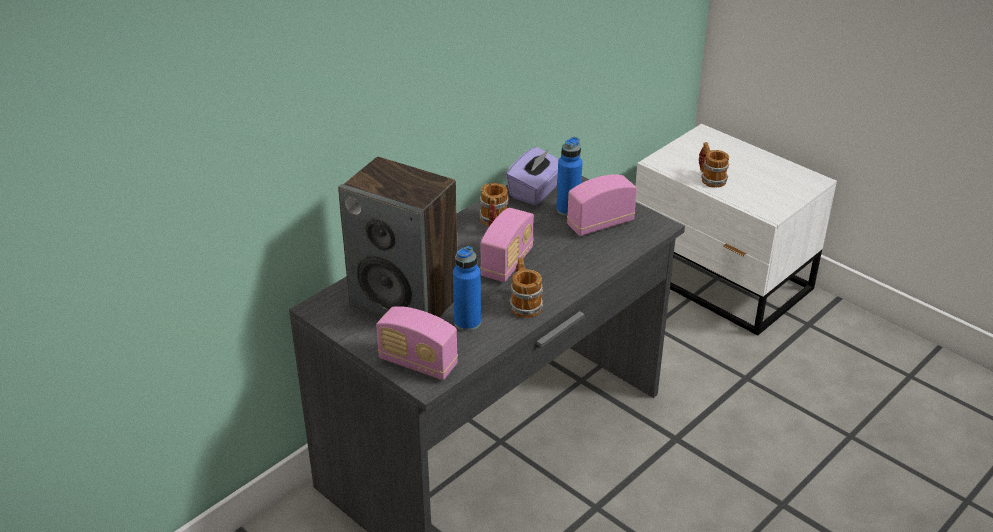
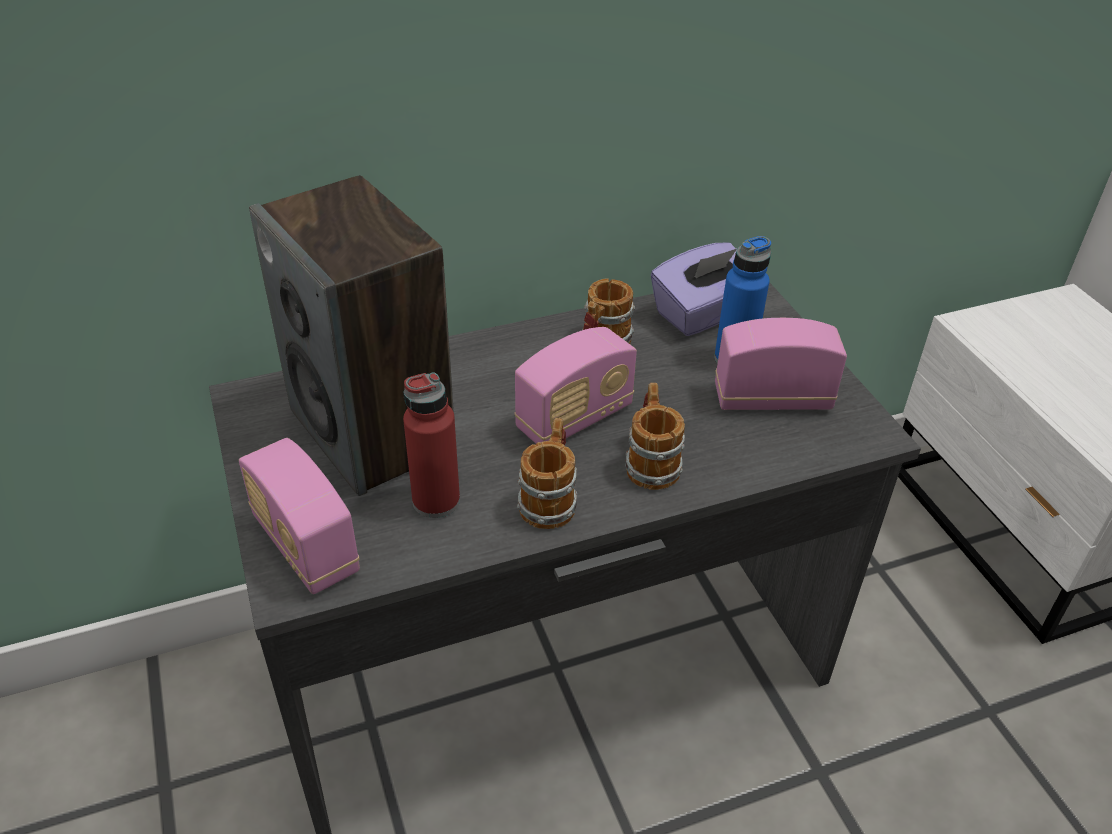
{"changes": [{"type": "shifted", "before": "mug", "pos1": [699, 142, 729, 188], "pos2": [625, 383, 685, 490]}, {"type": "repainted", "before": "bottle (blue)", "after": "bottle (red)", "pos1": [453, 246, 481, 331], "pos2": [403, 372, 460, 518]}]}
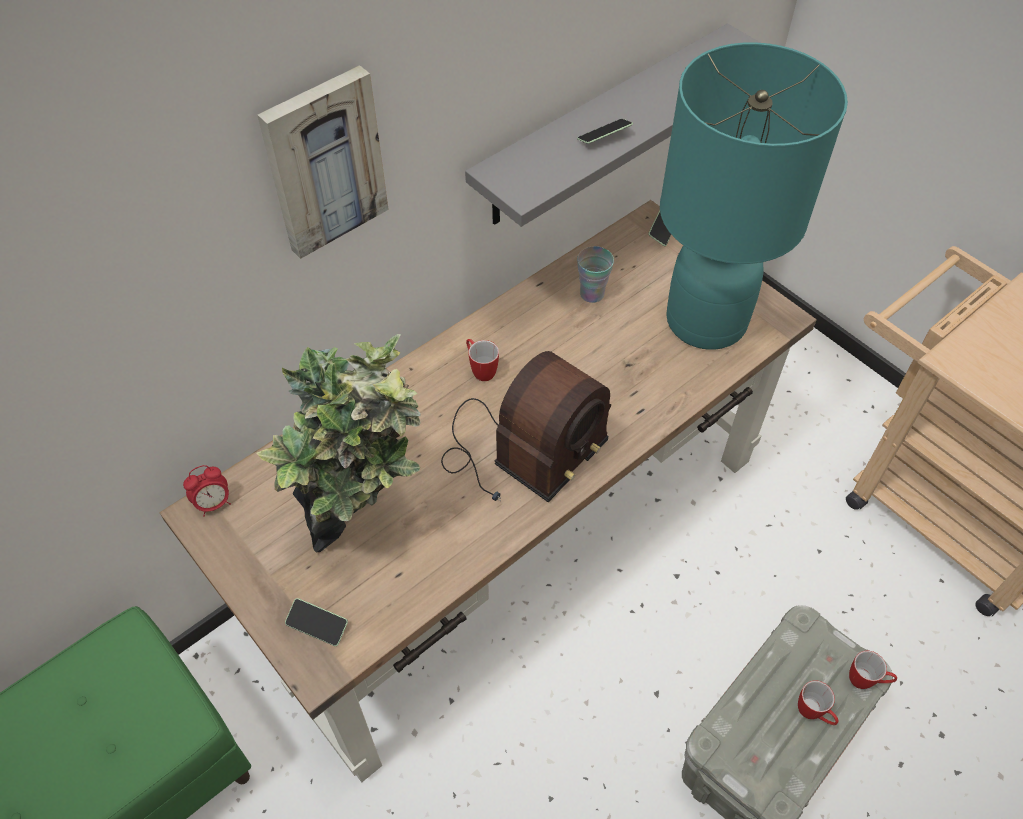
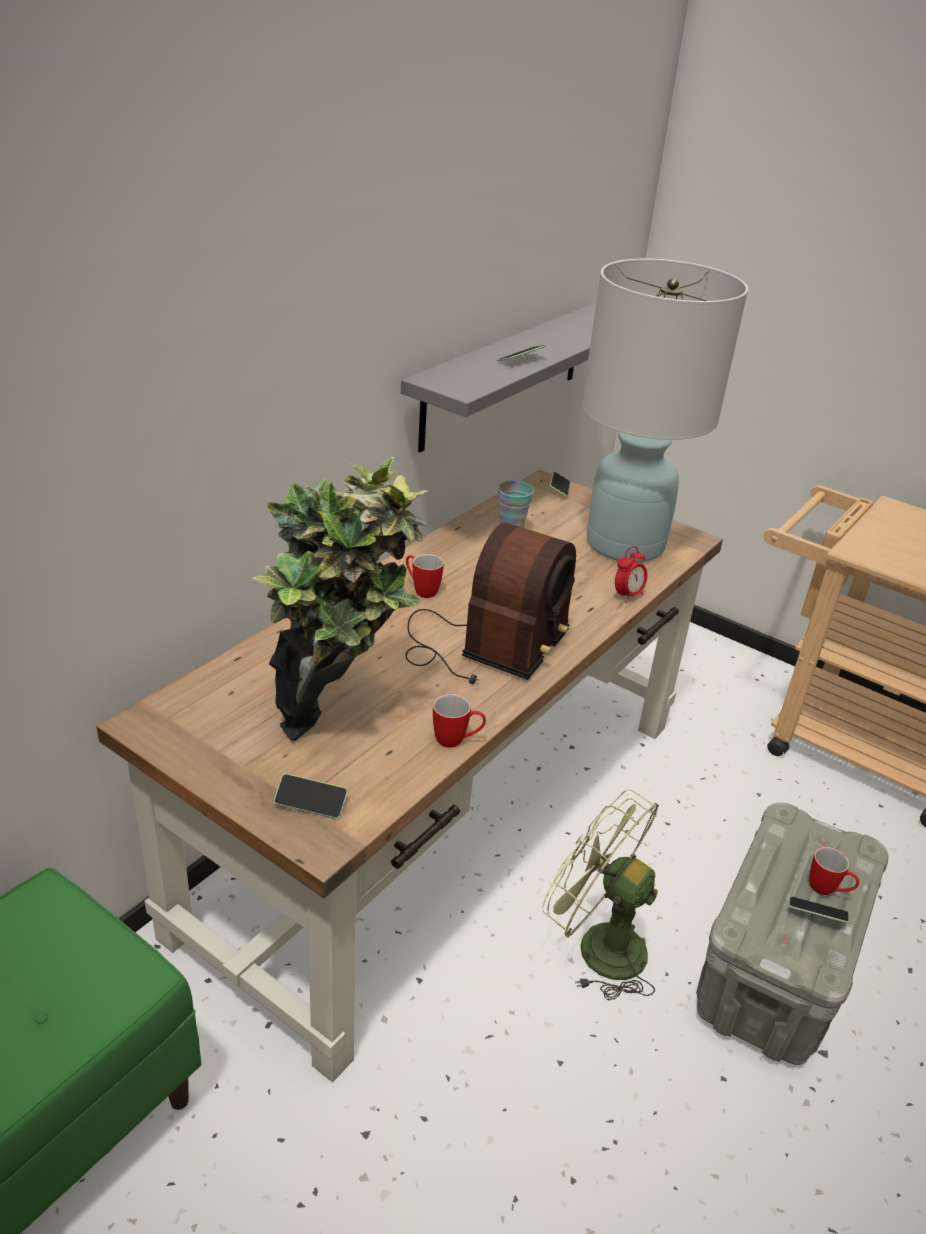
{"changes": [{"type": "gone", "before": "picture", "pos1": [257, 65, 389, 259]}, {"type": "new", "after": "fan (green)", "pos2": [542, 789, 659, 1000]}, {"type": "new", "after": "phone", "pos2": [788, 896, 849, 923]}, {"type": "shifted", "before": "alarm clock", "pos1": [183, 465, 231, 517], "pos2": [615, 546, 647, 603]}, {"type": "shifted", "before": "mug", "pos1": [849, 651, 897, 689], "pos2": [433, 694, 486, 748]}, {"type": "repainted", "before": "table lamp (turquoise)", "after": "table lamp (white)", "pos1": [660, 42, 848, 350], "pos2": [582, 259, 748, 563]}]}
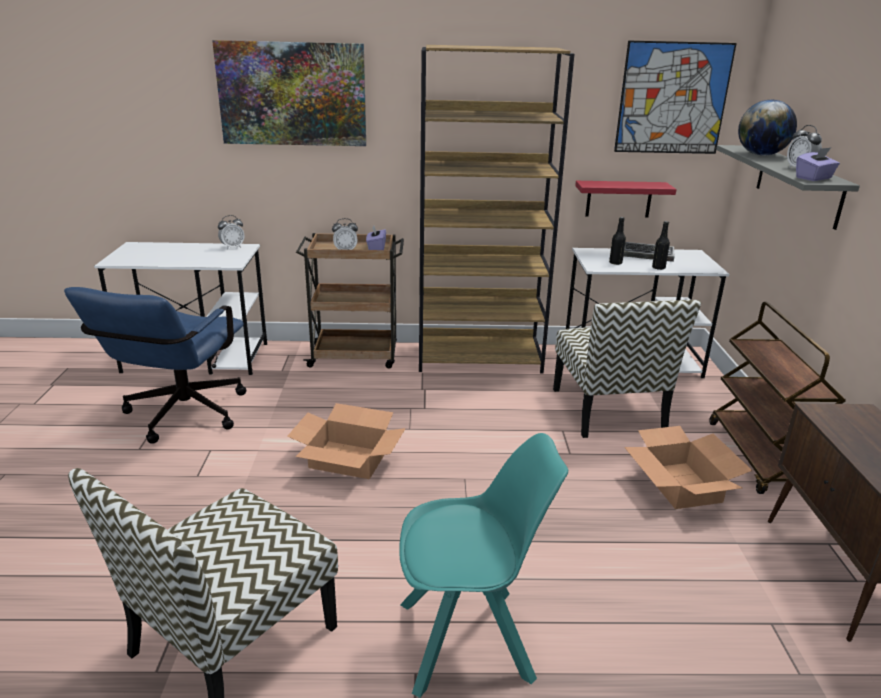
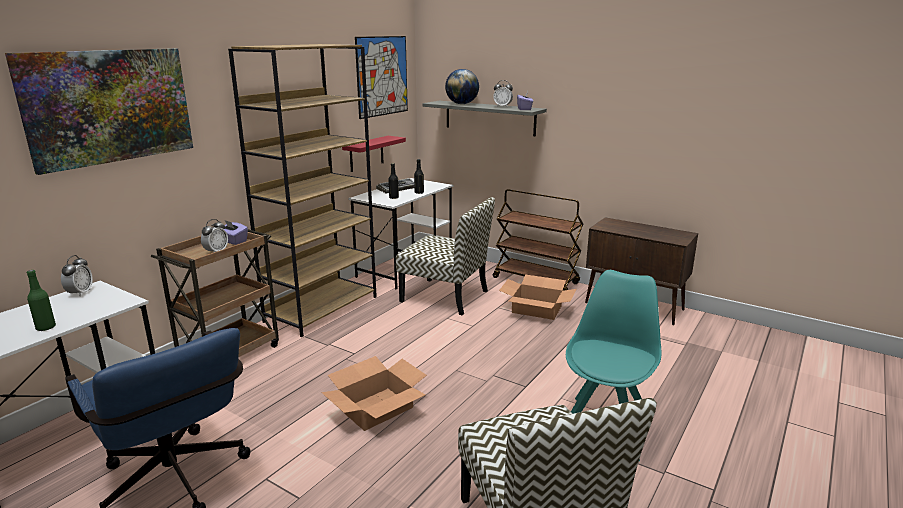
{"changes": [{"type": "new", "after": "bottle (green)", "pos2": [27, 270, 56, 331]}]}
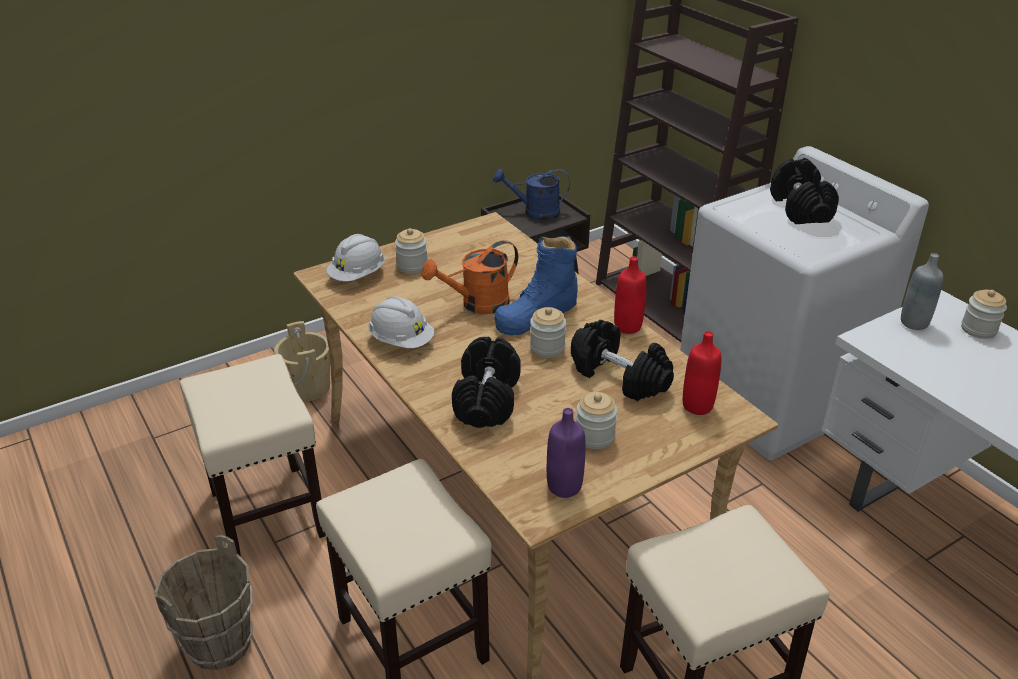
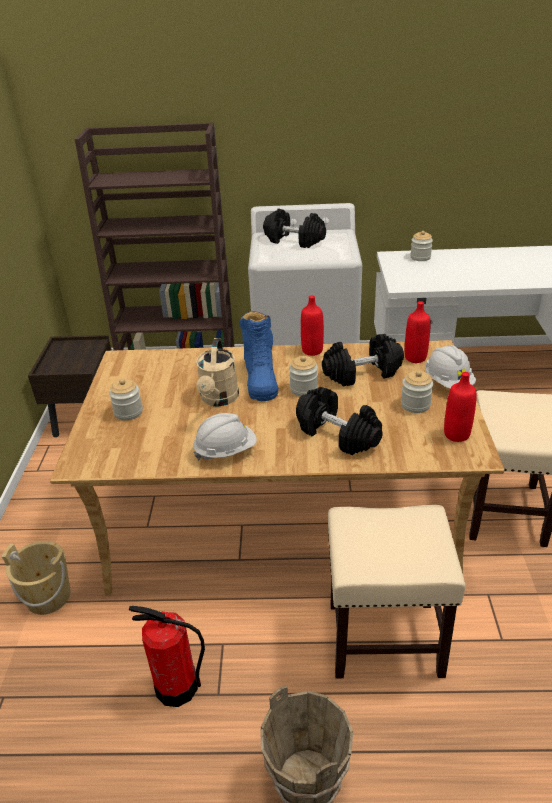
{"changes": [{"type": "gone", "before": "watering can (blue)", "pos1": [493, 169, 570, 221]}, {"type": "gone", "before": "bottle (grey)", "pos1": [901, 253, 943, 330]}, {"type": "shifted", "before": "hard hat (white)", "pos1": [326, 234, 385, 282], "pos2": [425, 345, 476, 388]}, {"type": "swapped", "before": "stool (beige)", "after": "fire extinguisher", "pos1": [179, 354, 325, 556], "pos2": [129, 606, 205, 707]}, {"type": "repainted", "before": "watering can (orange)", "after": "watering can (beige)", "pos1": [421, 240, 518, 314], "pos2": [196, 338, 239, 406]}, {"type": "repainted", "before": "bottle (purple)", "after": "bottle (red)", "pos1": [547, 408, 586, 498], "pos2": [444, 372, 477, 442]}]}
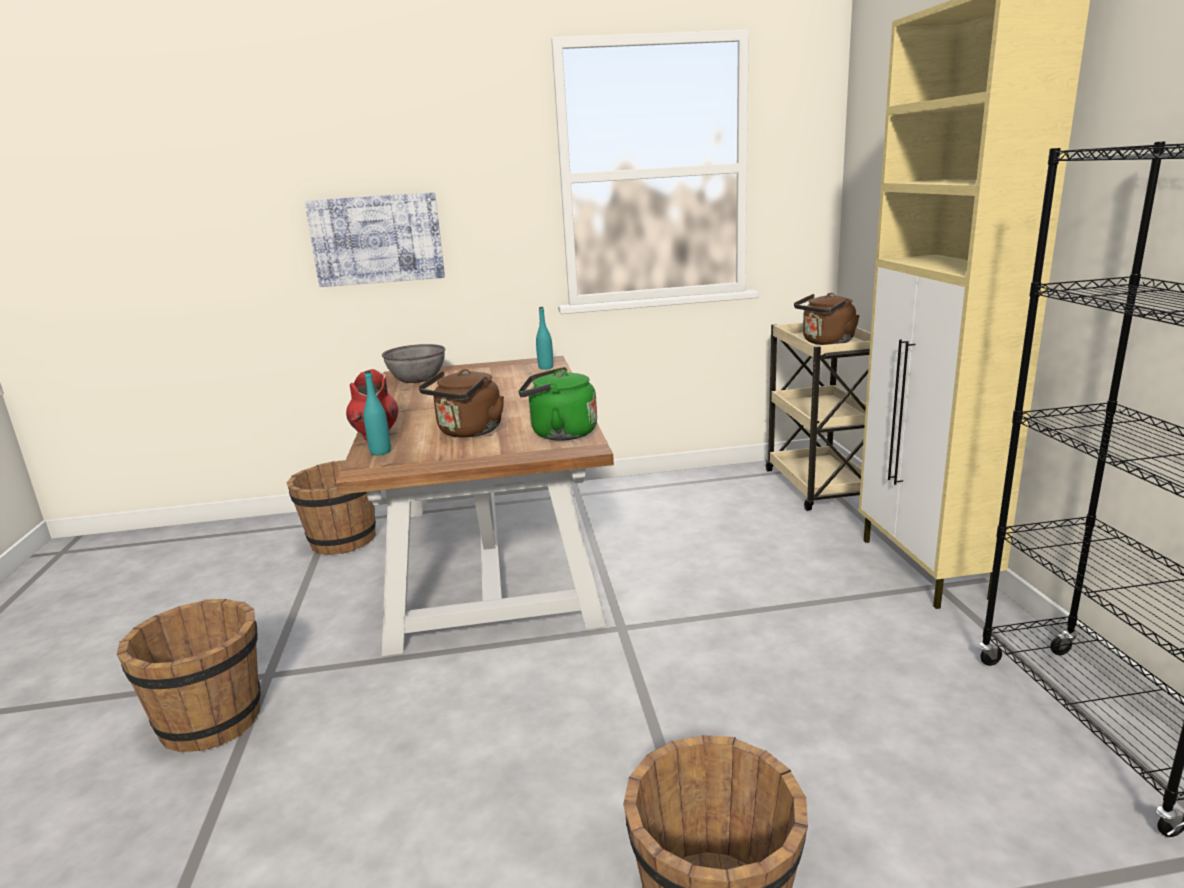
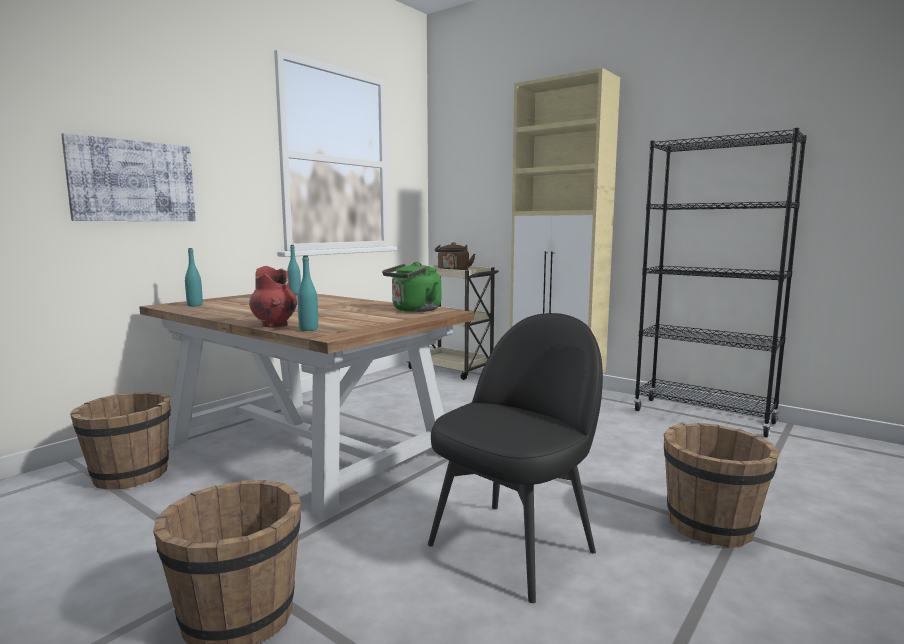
{"changes": [{"type": "gone", "before": "kettle (brown)", "pos1": [419, 369, 504, 438]}, {"type": "new", "after": "chair (black)", "pos2": [428, 313, 603, 603]}, {"type": "swapped", "before": "bowl (grey)", "after": "bottle (turquoise)", "pos1": [382, 344, 445, 383], "pos2": [185, 248, 203, 306]}]}
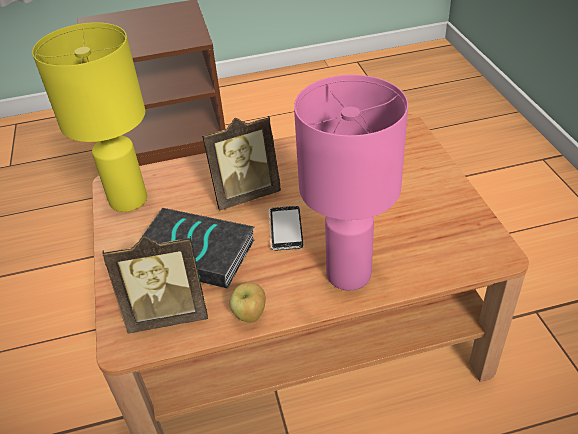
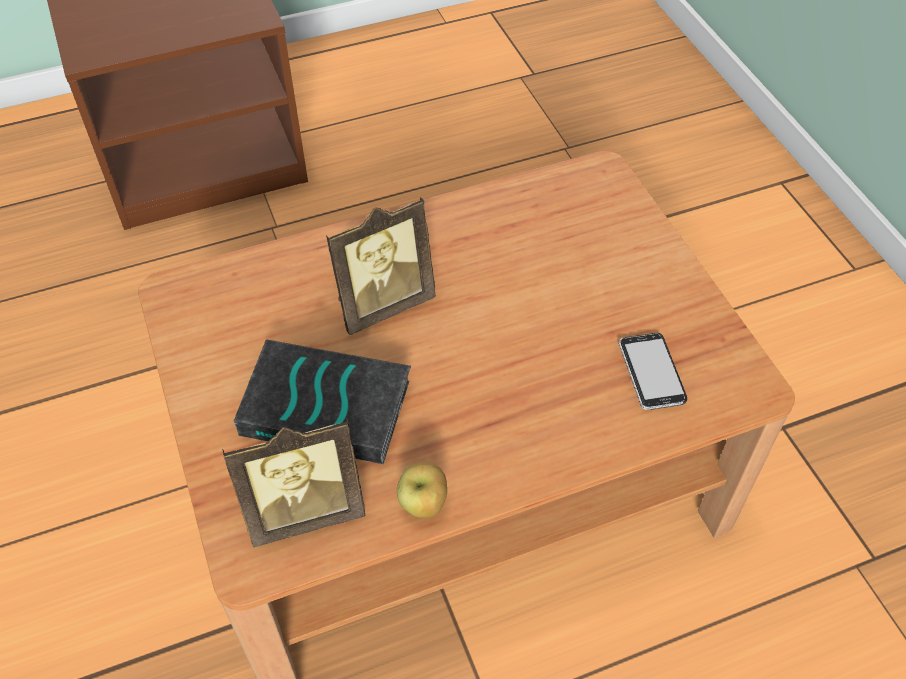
{"changes": [{"type": "gone", "before": "table lamp (yellow)", "pos1": [32, 22, 147, 212]}, {"type": "gone", "before": "table lamp (pink)", "pos1": [294, 75, 408, 290]}, {"type": "shifted", "before": "phone", "pos1": [269, 206, 303, 250], "pos2": [619, 333, 687, 410]}]}
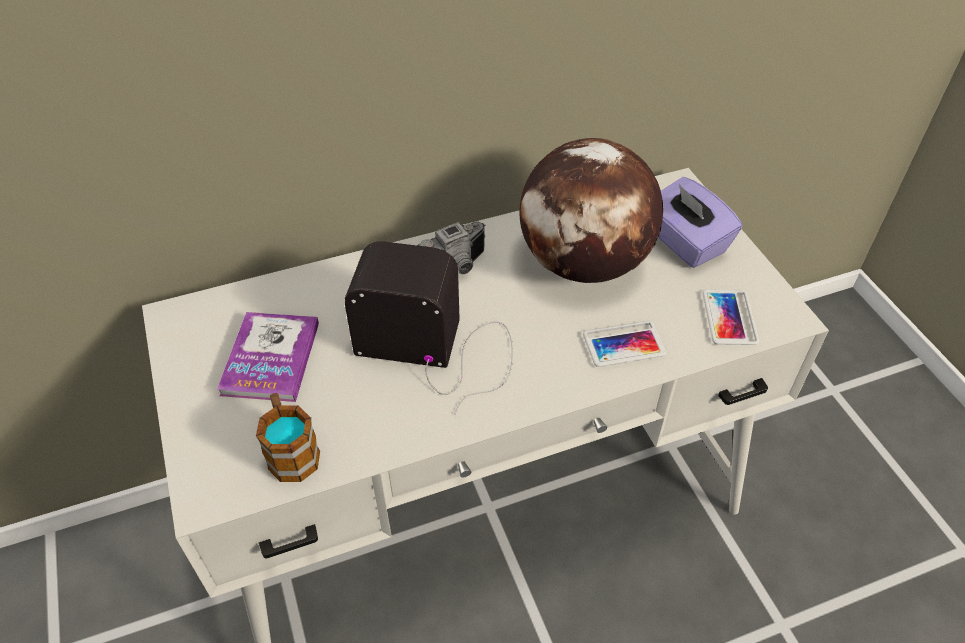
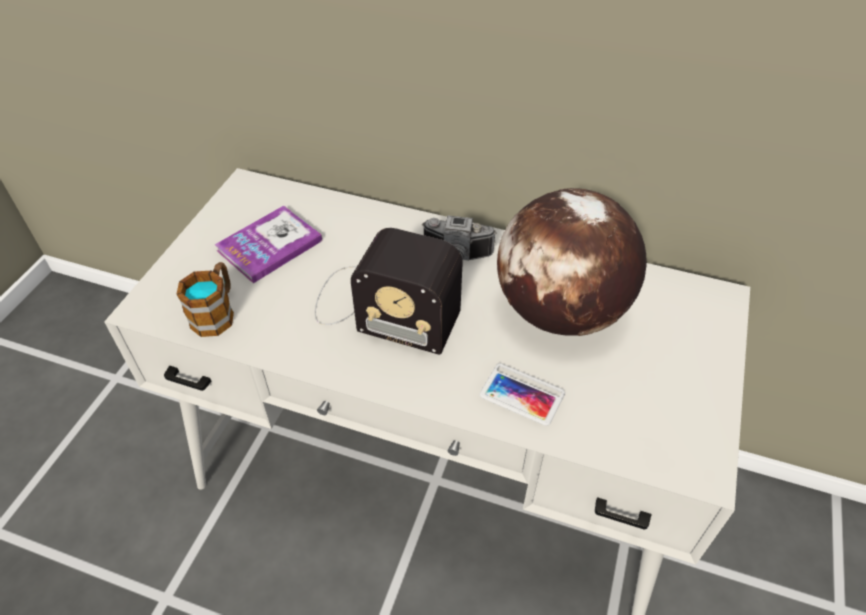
{"changes": [{"type": "gone", "before": "tissue box (purple)", "pos1": [658, 177, 742, 268]}, {"type": "gone", "before": "phone", "pos1": [703, 290, 759, 345]}, {"type": "rotated", "before": "radio", "pos1": [345, 241, 513, 414], "pos2": [315, 228, 463, 355], "turn": 150}]}
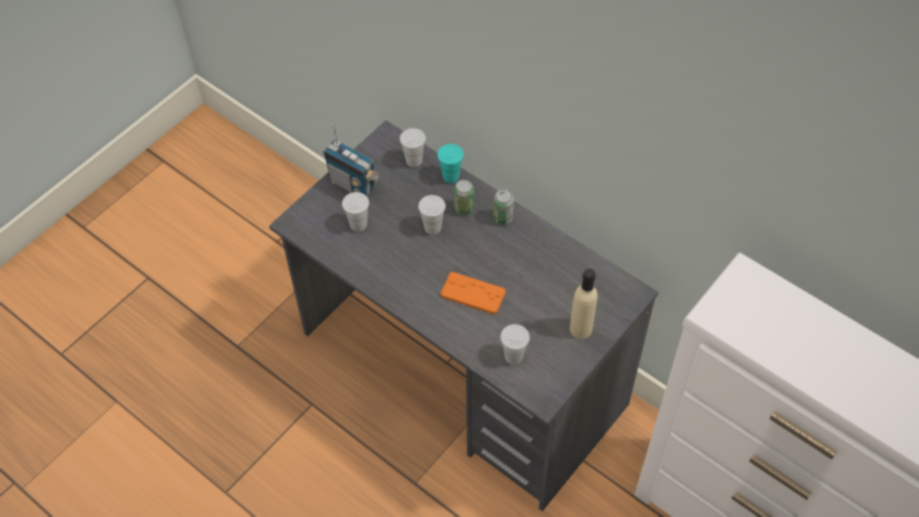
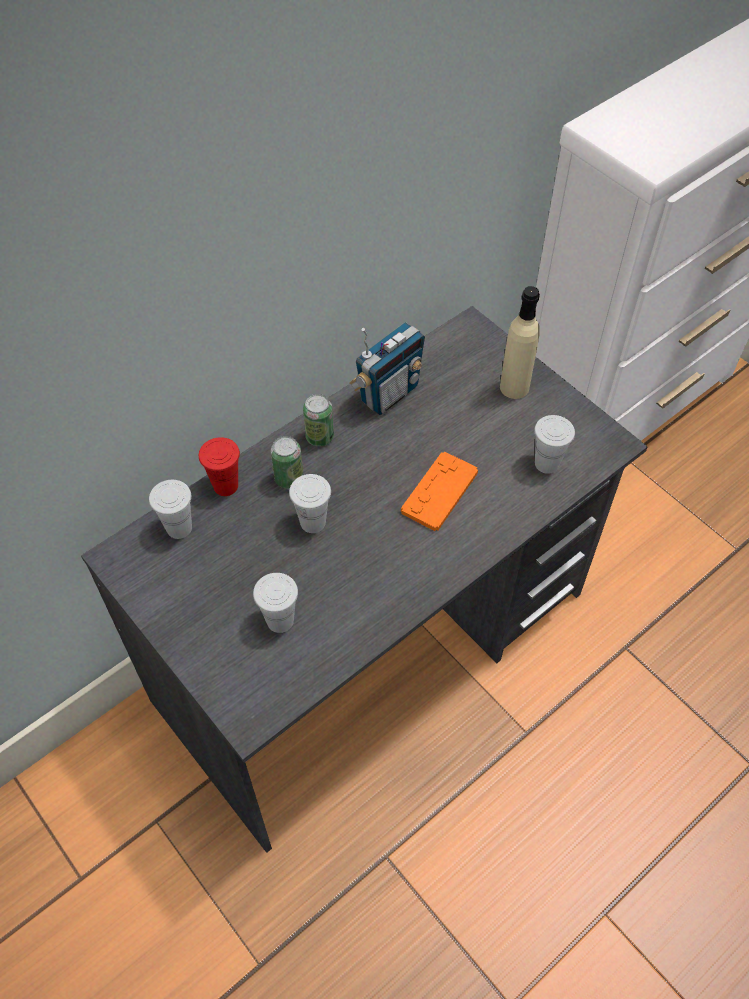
{"changes": [{"type": "shifted", "before": "radio", "pos1": [323, 124, 380, 196], "pos2": [349, 322, 425, 415]}, {"type": "repainted", "before": "cup (turquoise)", "after": "cup (red)", "pos1": [437, 144, 464, 183], "pos2": [199, 437, 240, 496]}]}
